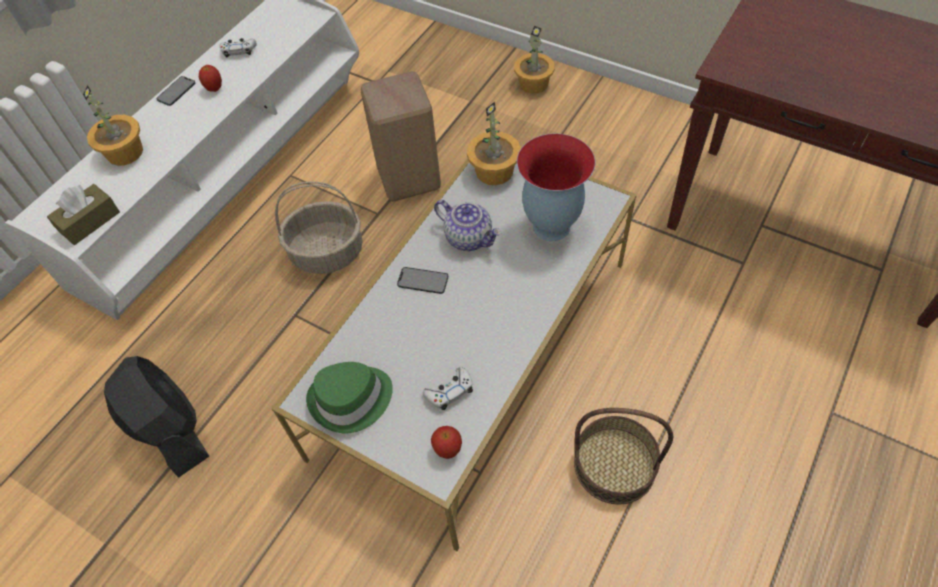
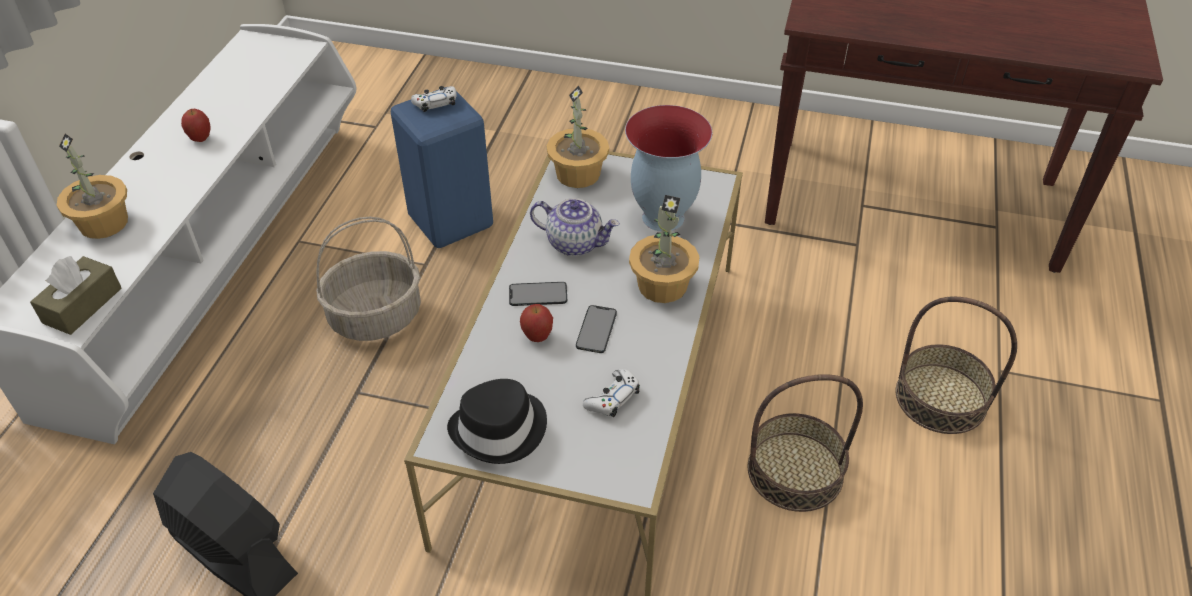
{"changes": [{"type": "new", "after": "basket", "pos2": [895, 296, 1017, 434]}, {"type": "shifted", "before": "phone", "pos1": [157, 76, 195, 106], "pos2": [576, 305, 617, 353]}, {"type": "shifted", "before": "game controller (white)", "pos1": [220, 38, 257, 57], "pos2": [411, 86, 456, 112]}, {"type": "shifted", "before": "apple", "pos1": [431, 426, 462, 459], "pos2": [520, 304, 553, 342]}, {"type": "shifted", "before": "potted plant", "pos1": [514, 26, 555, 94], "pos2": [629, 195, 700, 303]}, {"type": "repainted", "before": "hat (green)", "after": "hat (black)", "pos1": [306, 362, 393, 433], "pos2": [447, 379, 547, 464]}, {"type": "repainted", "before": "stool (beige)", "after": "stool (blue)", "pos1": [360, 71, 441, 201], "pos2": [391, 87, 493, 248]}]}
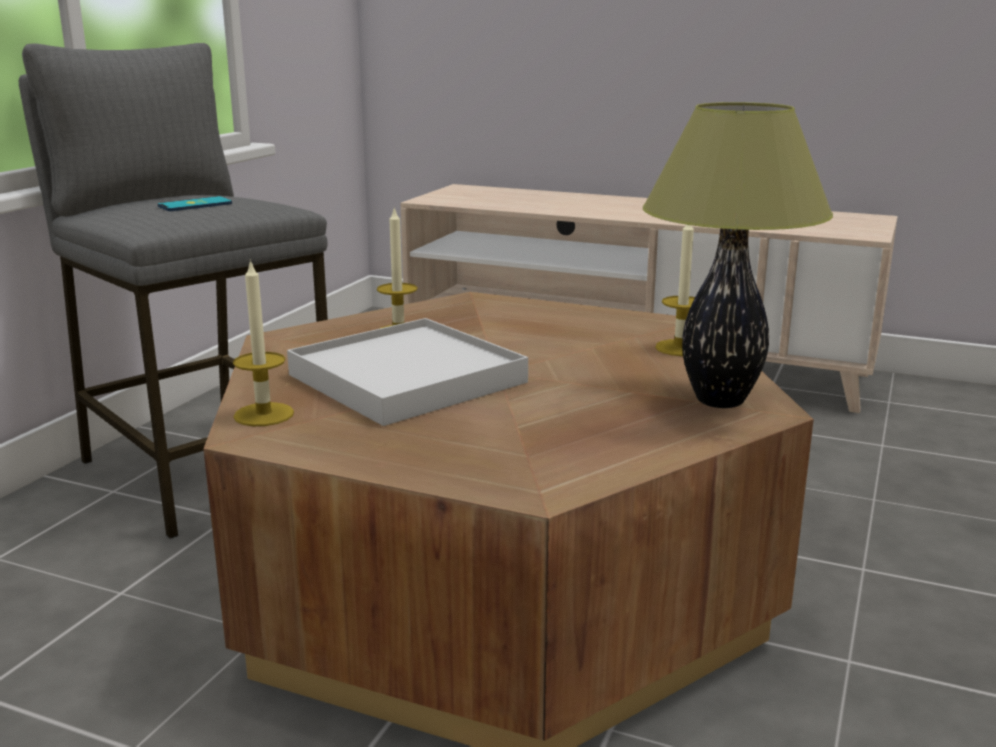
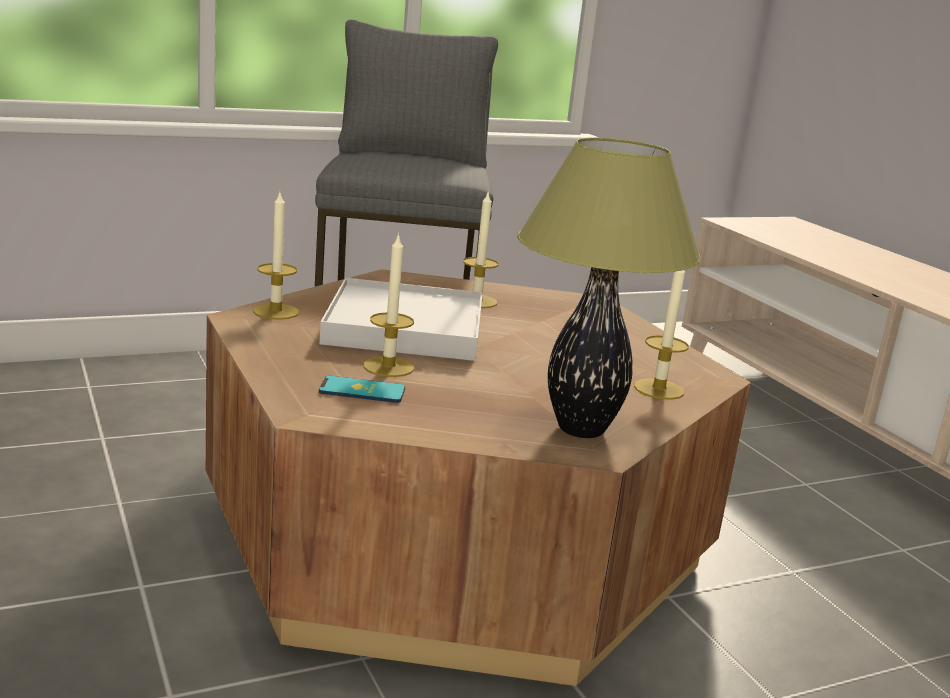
{"changes": [{"type": "new", "after": "candle", "pos2": [363, 233, 414, 377]}, {"type": "shifted", "before": "phone", "pos1": [158, 196, 232, 211], "pos2": [319, 376, 405, 403]}]}
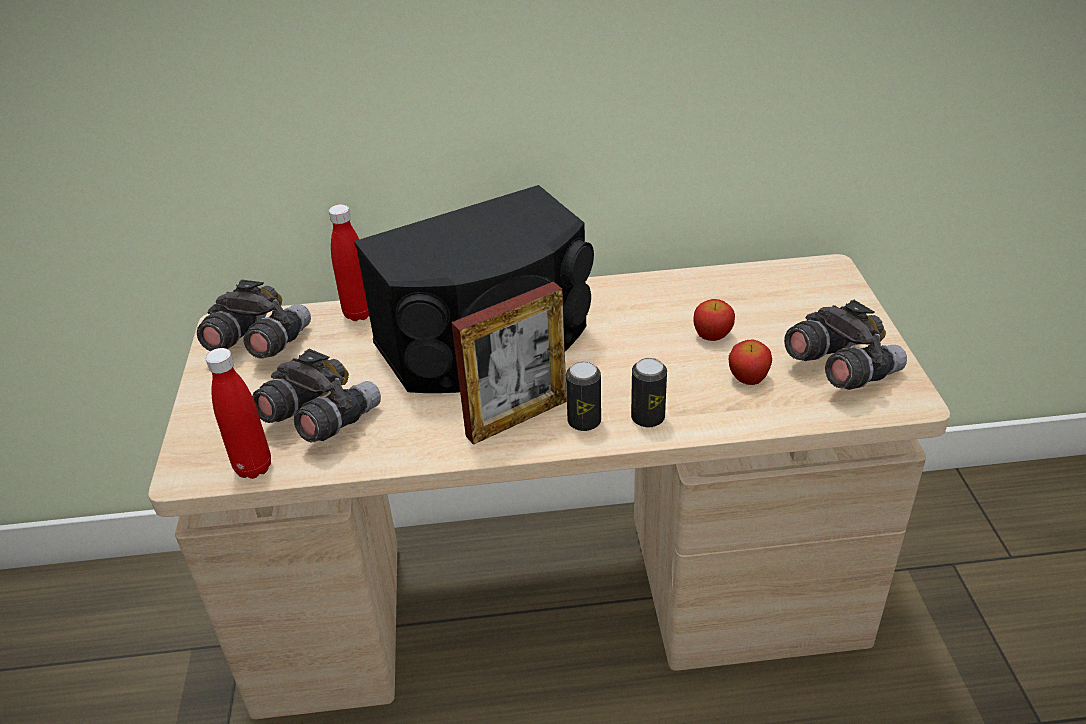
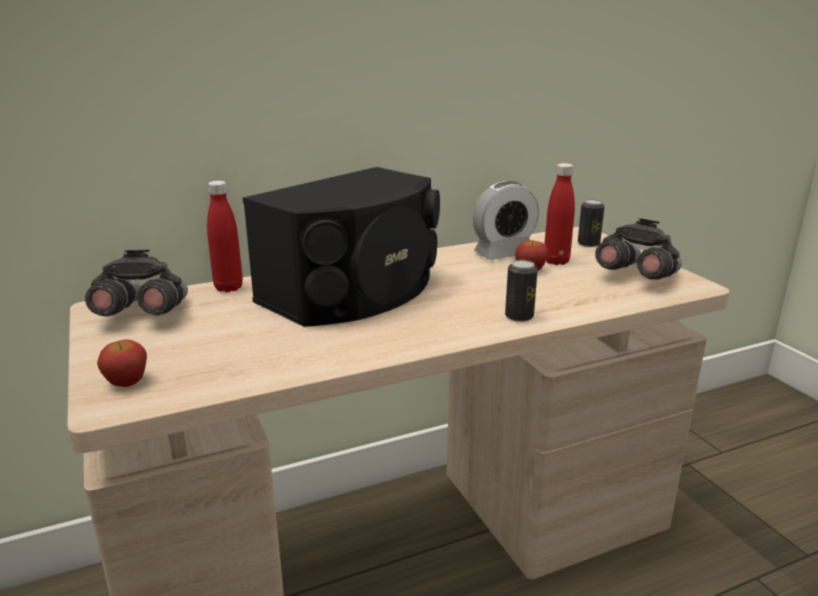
{"changes": [{"type": "gone", "before": "binoculars (grey)", "pos1": [252, 349, 381, 443]}, {"type": "gone", "before": "picture frame", "pos1": [451, 282, 567, 445]}, {"type": "new", "after": "alarm clock", "pos2": [473, 181, 539, 260]}, {"type": "shifted", "before": "bottle (red)", "pos1": [205, 348, 271, 479], "pos2": [544, 163, 575, 265]}, {"type": "shifted", "before": "can", "pos1": [566, 361, 601, 431], "pos2": [578, 199, 605, 247]}, {"type": "shifted", "before": "apple", "pos1": [729, 339, 772, 385], "pos2": [97, 339, 147, 387]}]}
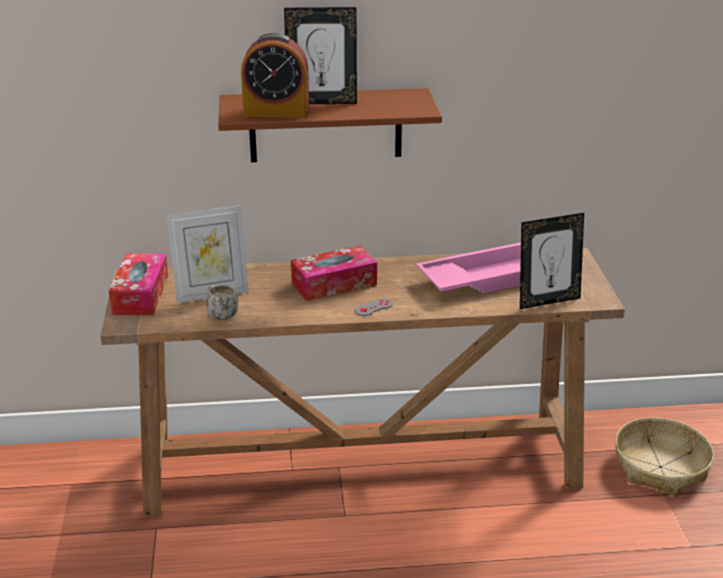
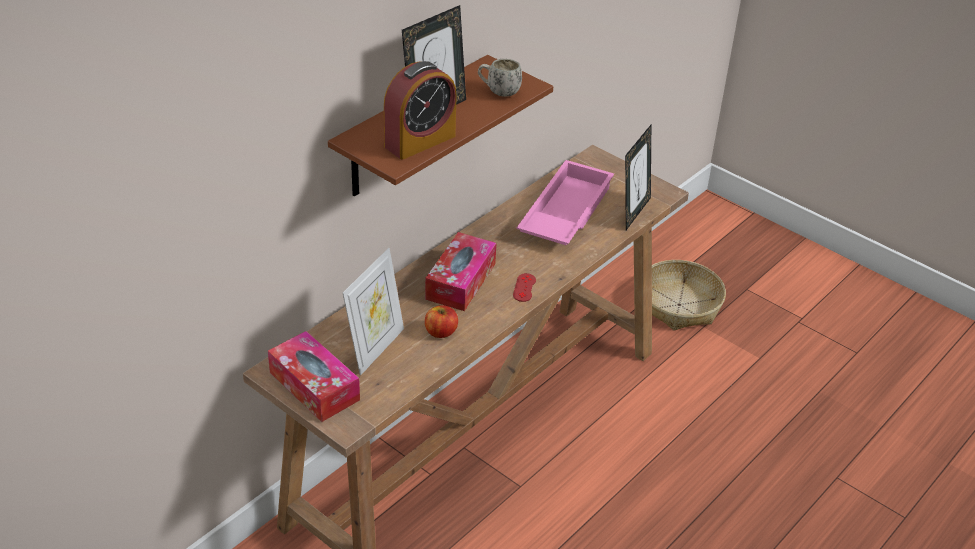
{"changes": [{"type": "new", "after": "apple", "pos2": [425, 305, 458, 338]}, {"type": "shifted", "before": "mug (white)", "pos1": [206, 285, 238, 320], "pos2": [478, 59, 522, 97]}, {"type": "repainted", "before": "game controller (grey)", "after": "game controller (red)", "pos1": [355, 298, 393, 316], "pos2": [513, 273, 536, 302]}]}
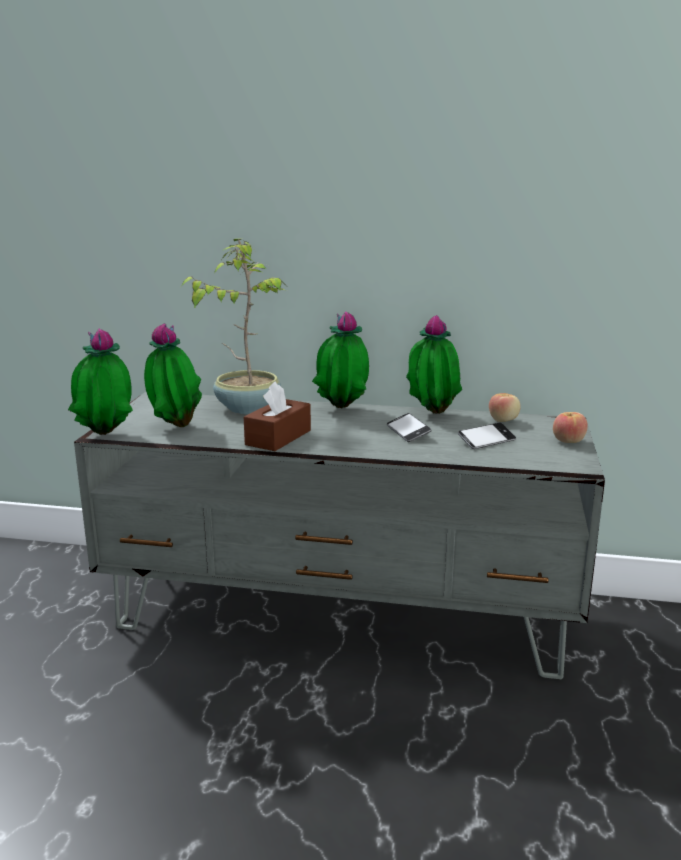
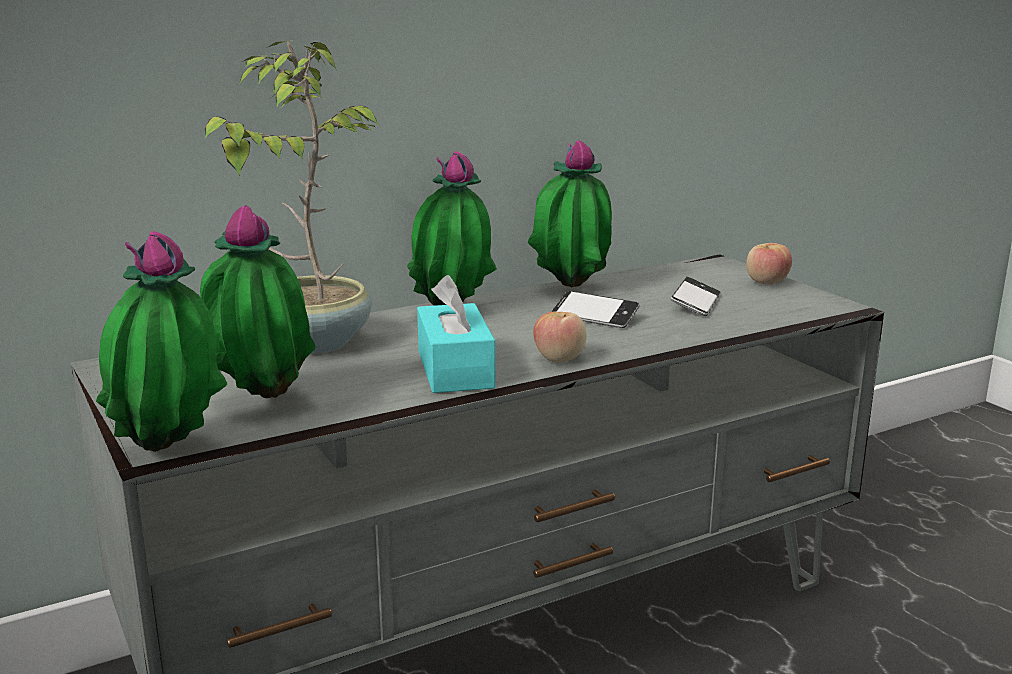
{"changes": [{"type": "shifted", "before": "apple", "pos1": [489, 393, 520, 422], "pos2": [533, 312, 587, 363]}, {"type": "repainted", "before": "tissue box (brown)", "after": "tissue box (turquoise)", "pos1": [244, 381, 311, 451], "pos2": [417, 275, 495, 393]}]}
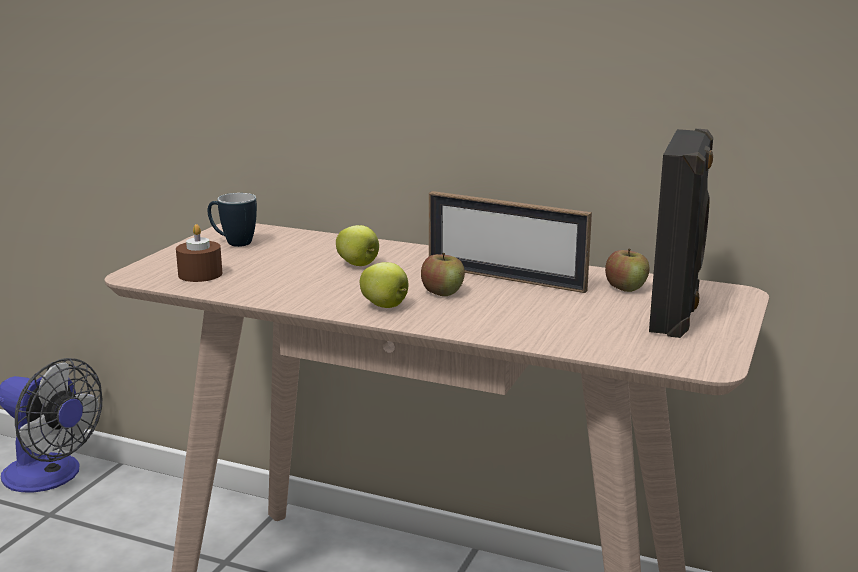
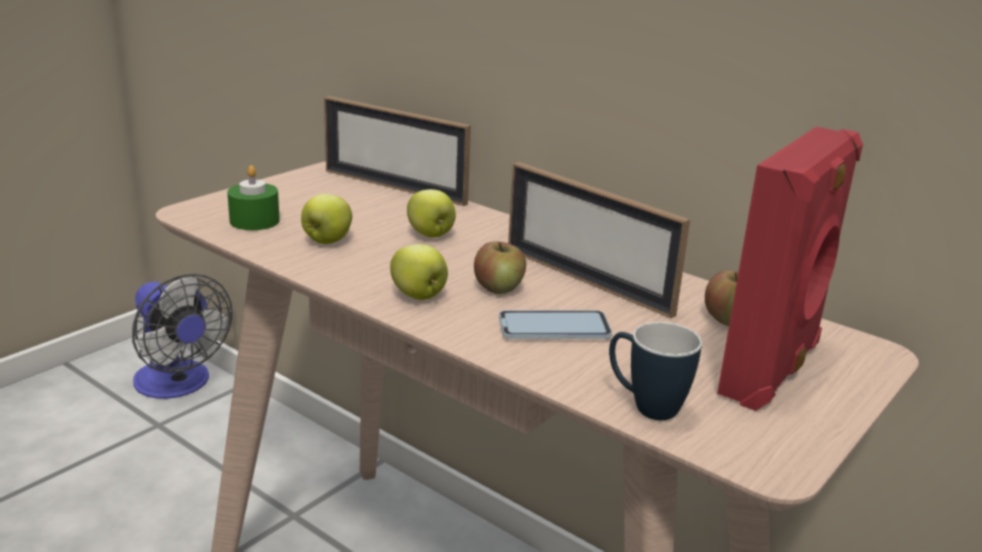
{"changes": [{"type": "new", "after": "apple", "pos2": [301, 194, 352, 244]}, {"type": "new", "after": "picture frame", "pos2": [324, 96, 471, 206]}, {"type": "new", "after": "phone", "pos2": [499, 310, 612, 339]}, {"type": "shifted", "before": "mug", "pos1": [208, 193, 257, 247], "pos2": [609, 322, 702, 420]}, {"type": "repainted", "before": "candle (brown)", "after": "candle (green)", "pos1": [176, 224, 223, 282], "pos2": [227, 165, 280, 230]}, {"type": "repainted", "before": "speaker (black)", "after": "speaker (red)", "pos1": [649, 129, 713, 338], "pos2": [717, 126, 863, 411]}]}
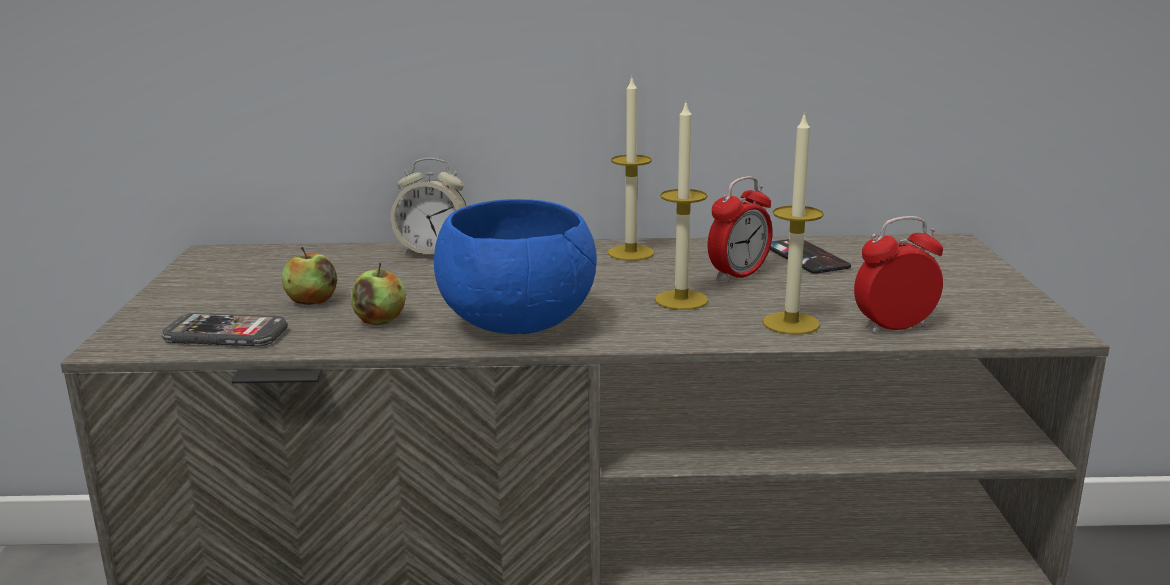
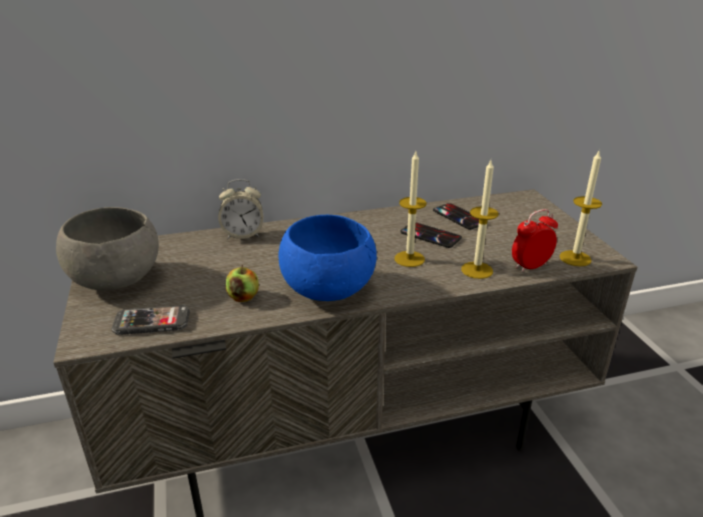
{"changes": [{"type": "gone", "before": "apple", "pos1": [282, 247, 337, 305]}, {"type": "new", "after": "bowl (grey)", "pos2": [56, 207, 159, 291]}, {"type": "shifted", "before": "candle", "pos1": [608, 75, 654, 261], "pos2": [560, 151, 602, 266]}, {"type": "swapped", "before": "alarm clock", "after": "phone", "pos1": [708, 176, 773, 283], "pos2": [400, 222, 462, 248]}]}
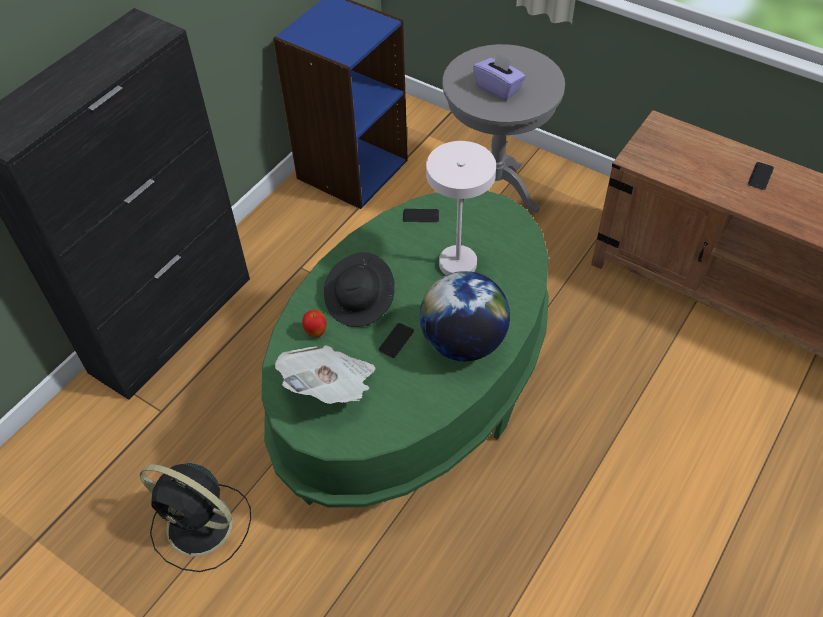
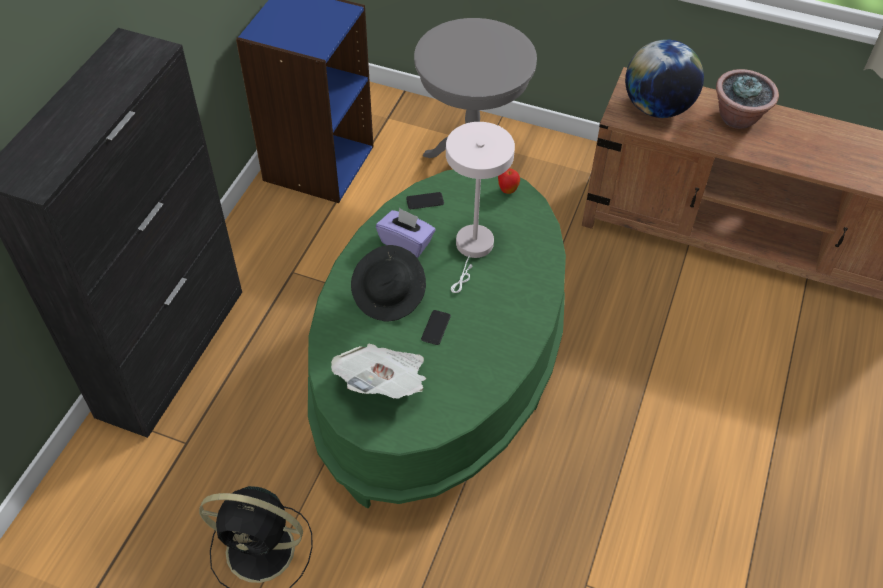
{"changes": [{"type": "shifted", "before": "apple", "pos1": [302, 310, 326, 337], "pos2": [498, 168, 520, 194]}, {"type": "shifted", "before": "globe", "pos1": [420, 271, 510, 361], "pos2": [625, 39, 704, 118]}, {"type": "shifted", "before": "tissue box (purple)", "pos1": [473, 52, 526, 100], "pos2": [376, 208, 435, 258]}, {"type": "swapped", "before": "phone", "after": "potted plant", "pos1": [748, 162, 774, 190], "pos2": [716, 69, 779, 129]}]}
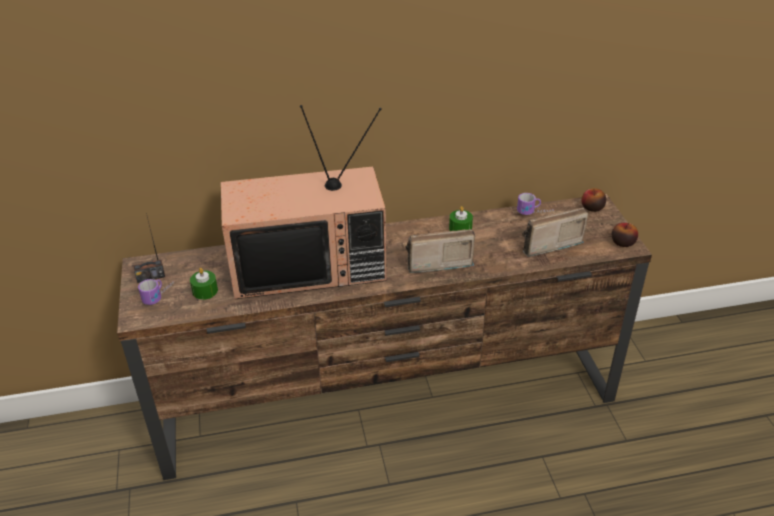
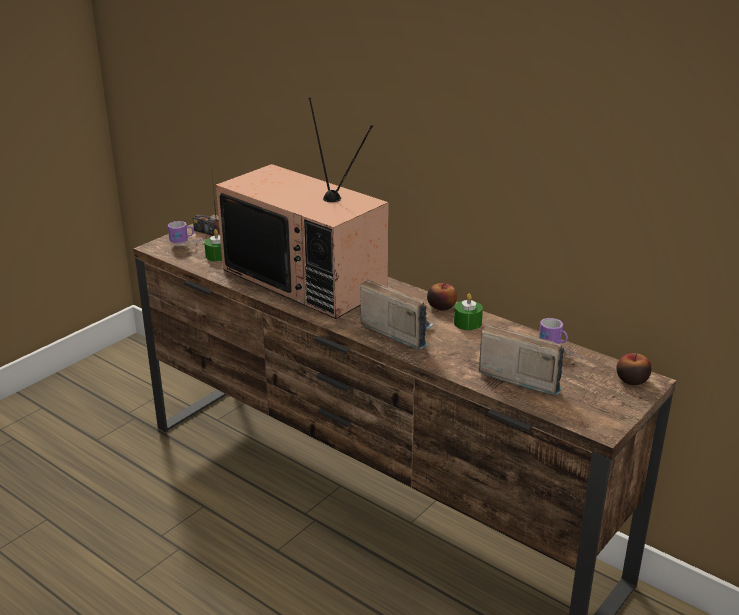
{"changes": [{"type": "shifted", "before": "apple", "pos1": [612, 223, 638, 247], "pos2": [427, 283, 457, 310]}]}
